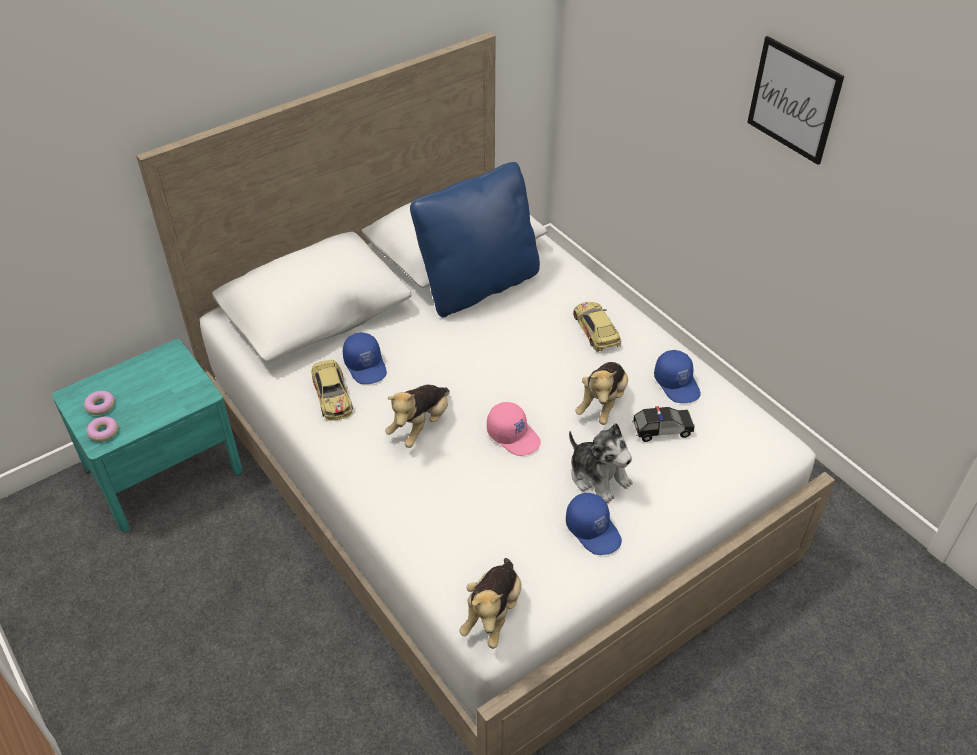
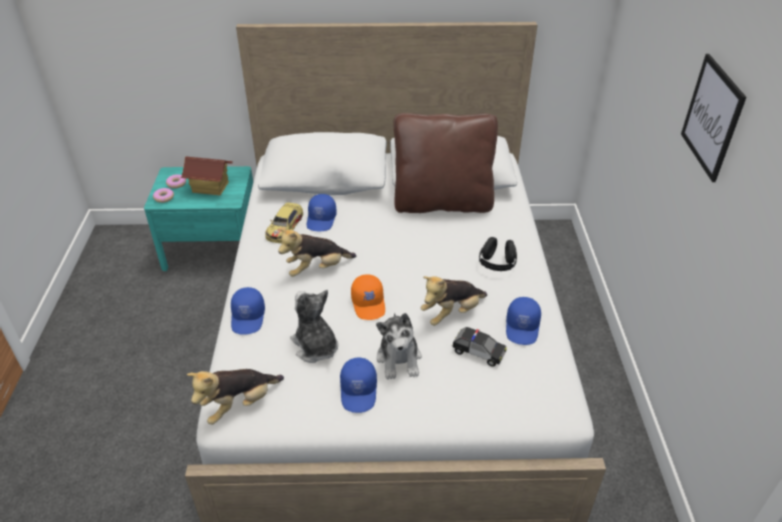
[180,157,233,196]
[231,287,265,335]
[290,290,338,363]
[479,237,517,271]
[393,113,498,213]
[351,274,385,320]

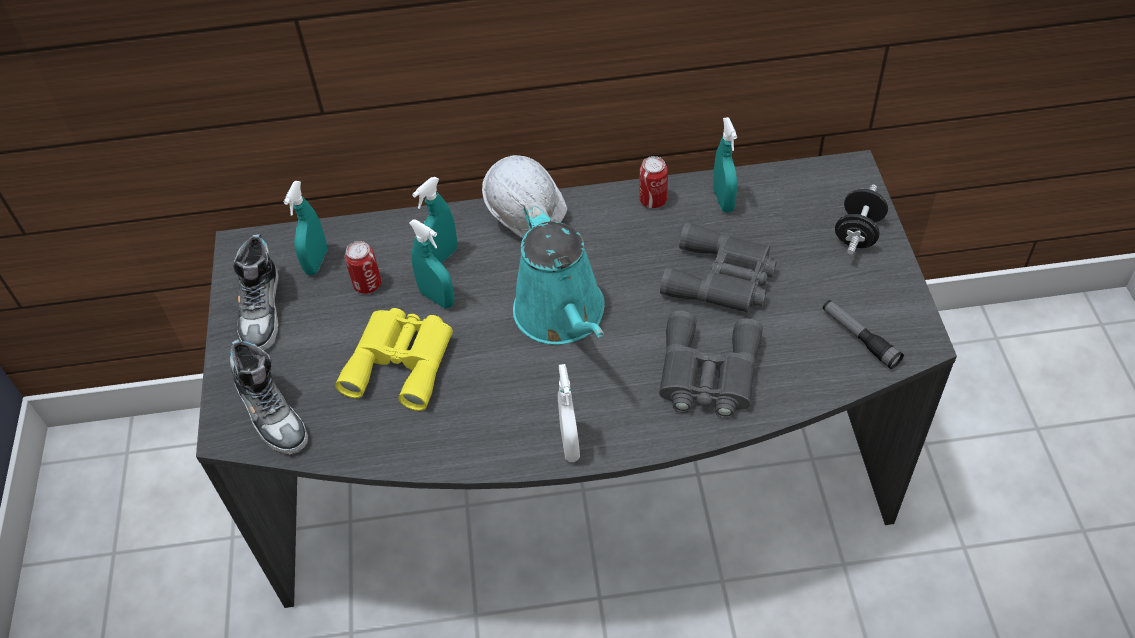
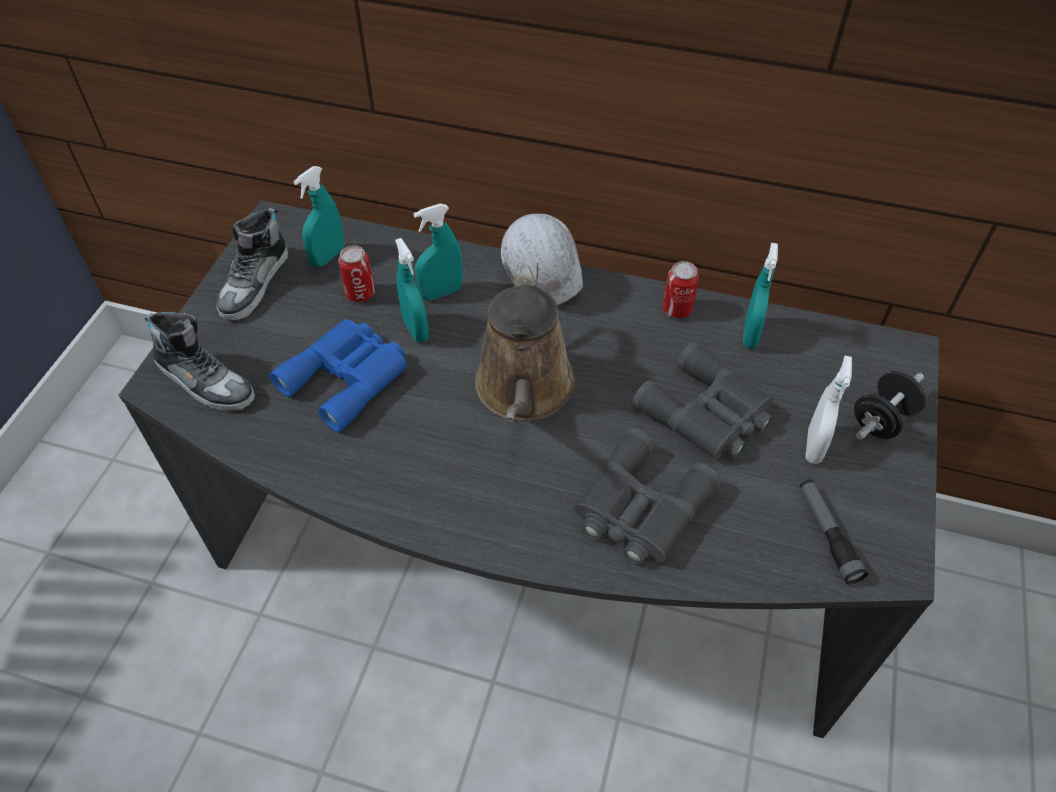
[805,355,852,464]
[269,319,407,432]
[475,262,575,423]
[145,312,255,411]

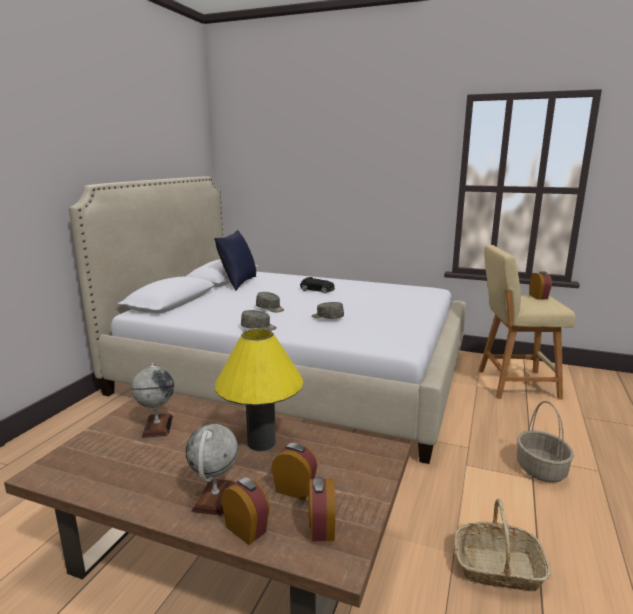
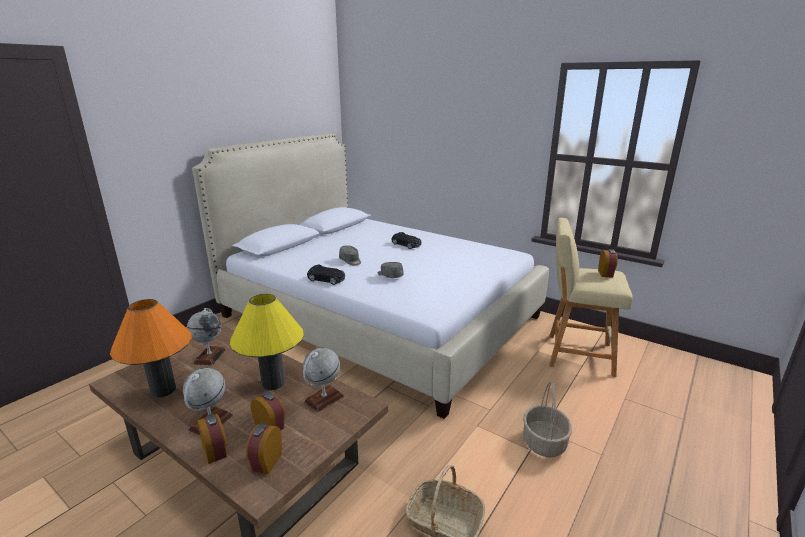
[214,230,256,291] (first image)
[110,299,192,398]
[303,347,344,412]
[307,264,345,285]

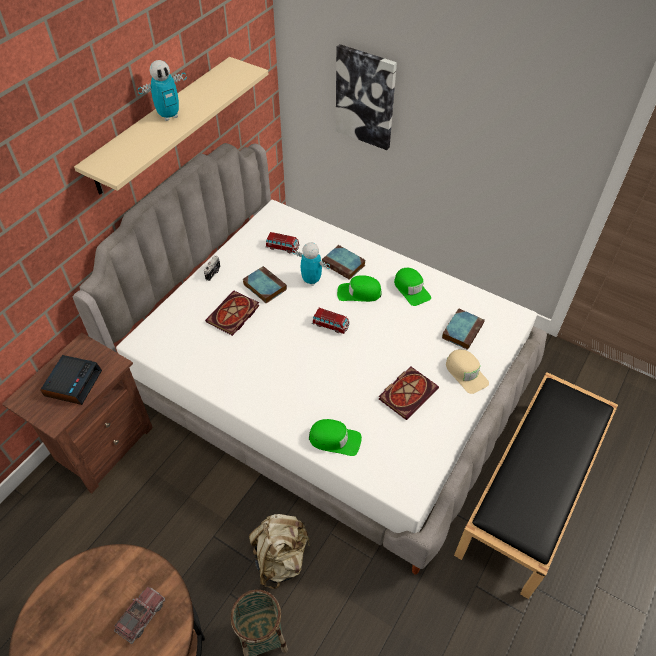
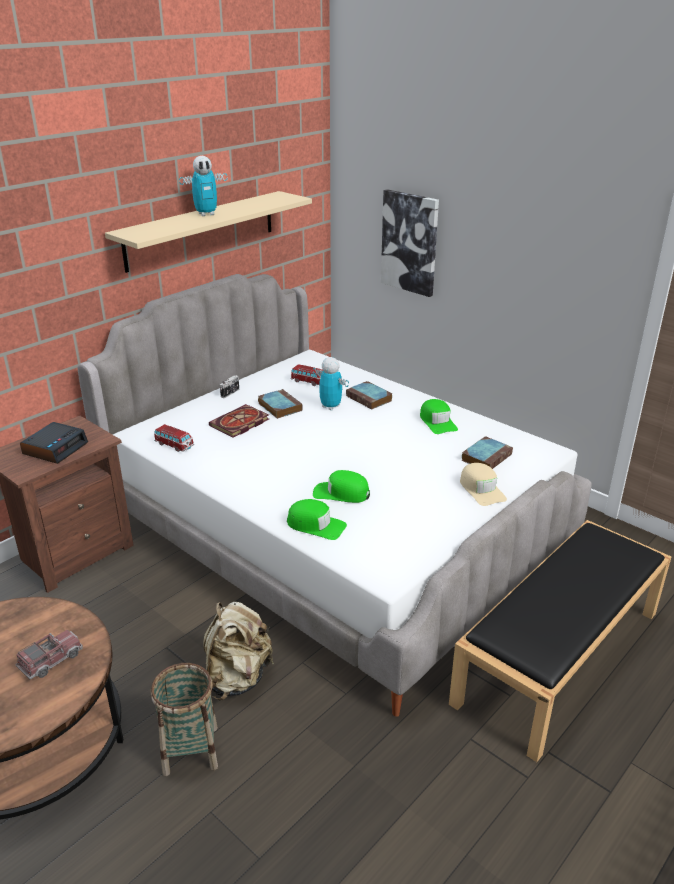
[379,367,439,420] (first image)
[154,424,194,452]
[313,470,370,503]

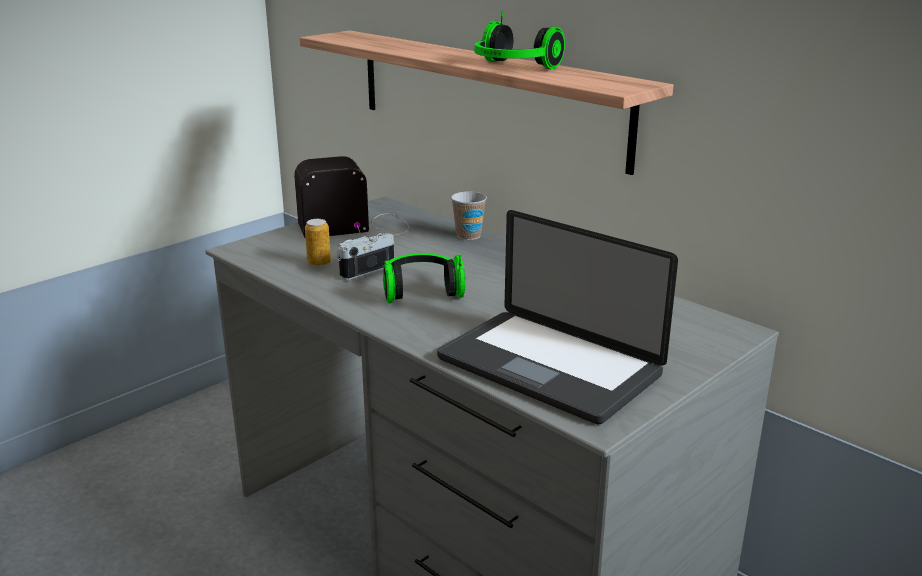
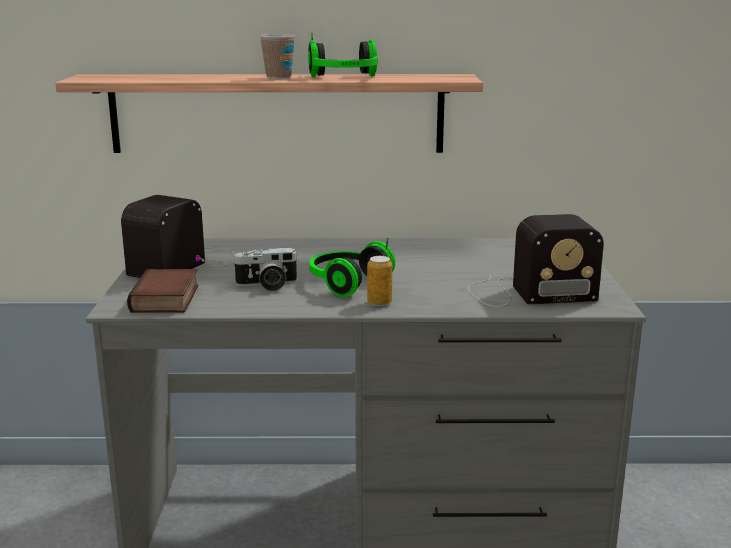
[127,269,198,313]
[367,256,392,306]
[259,34,295,79]
[468,214,604,307]
[232,248,299,291]

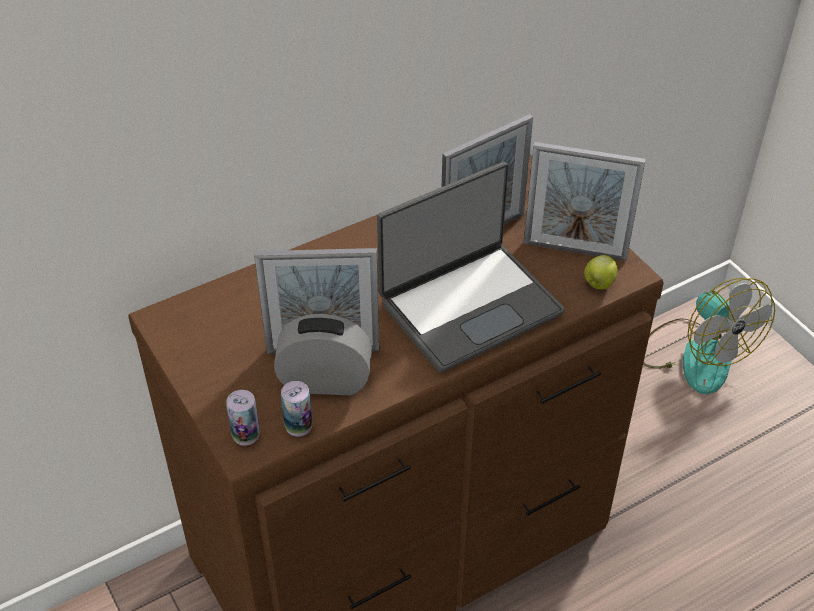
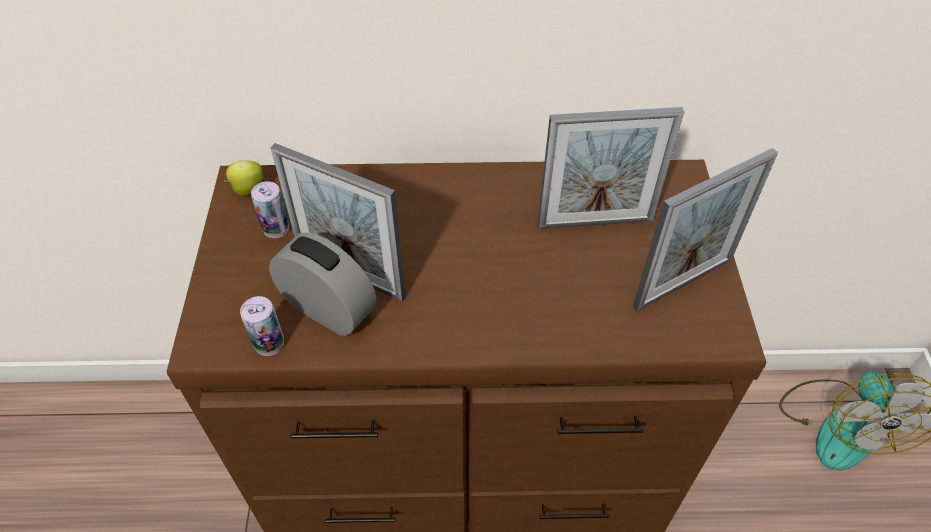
[377,162,565,373] (first image)
[251,181,289,238]
[224,160,264,196]
[633,148,778,311]

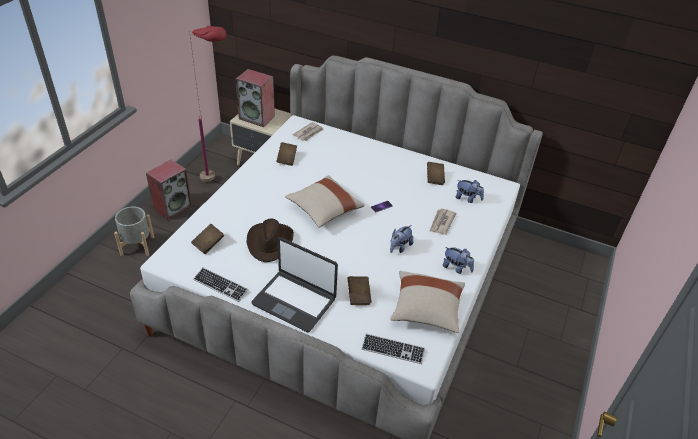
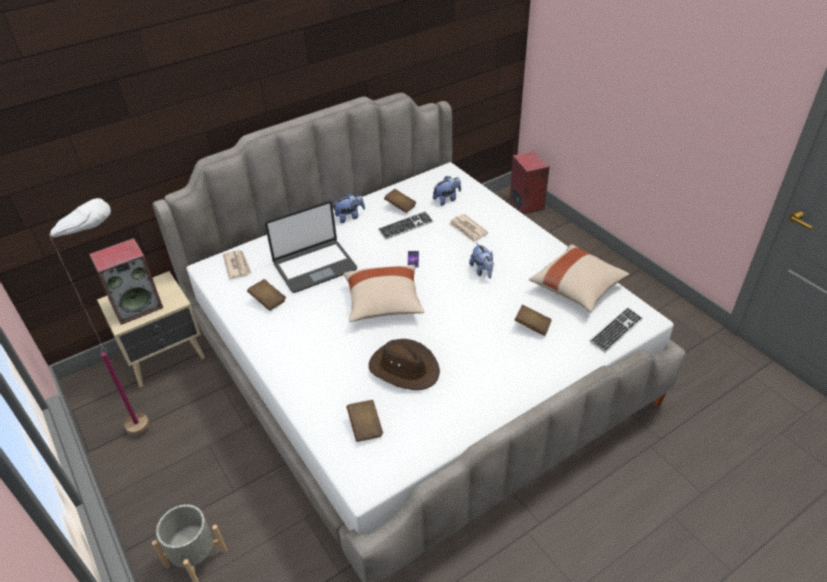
[510,151,550,215]
[378,211,433,240]
[265,201,357,293]
[333,193,365,223]
[49,198,149,435]

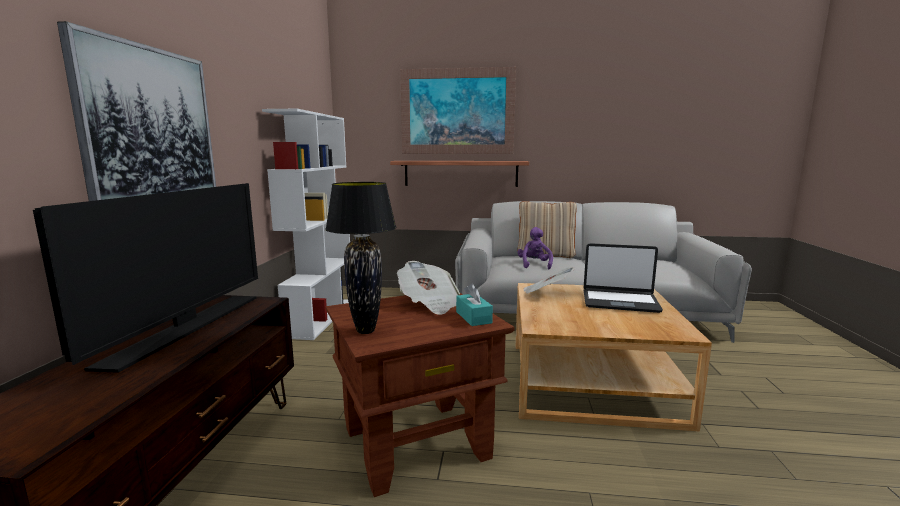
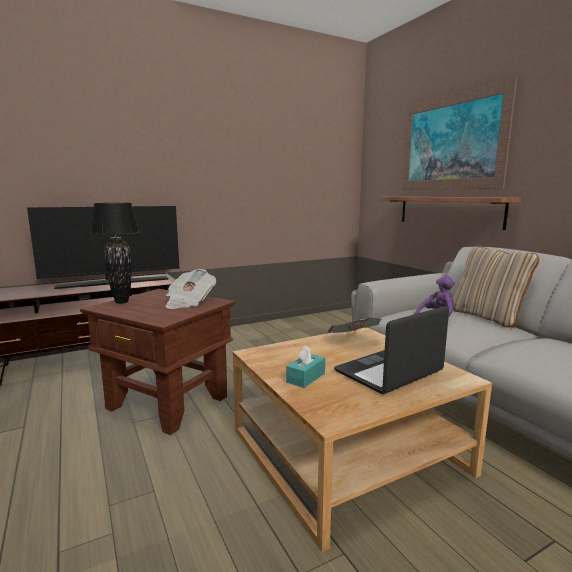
[57,21,216,201] (first image)
[262,109,350,340] (first image)
[286,345,325,388]
[334,306,449,394]

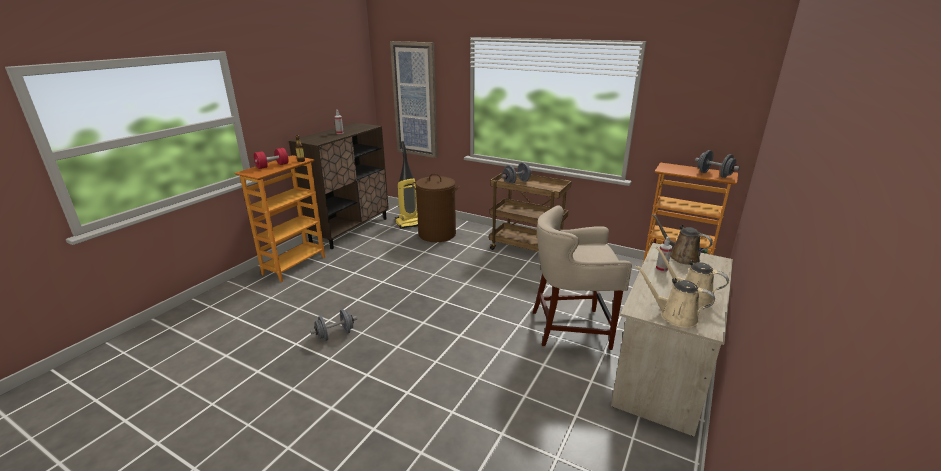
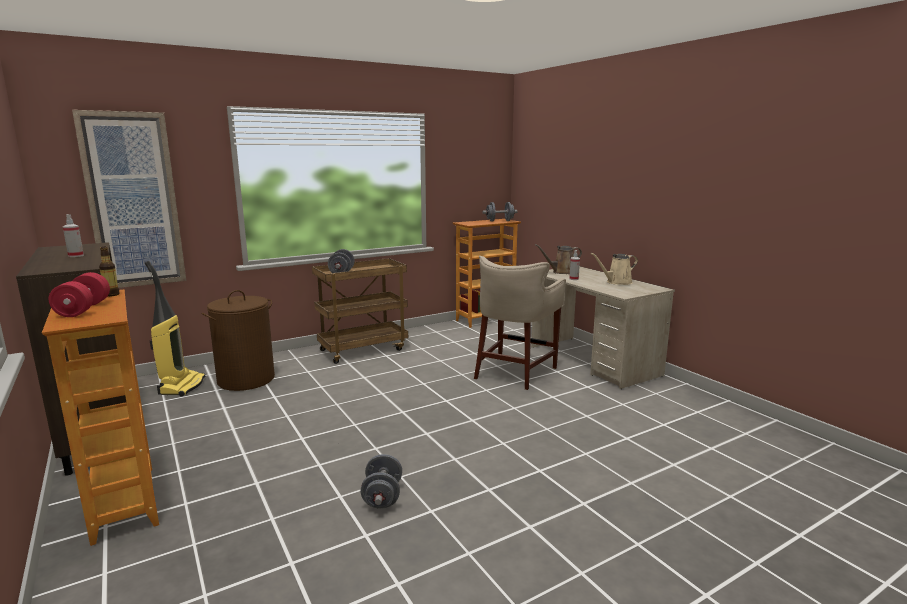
[635,265,715,328] (first image)

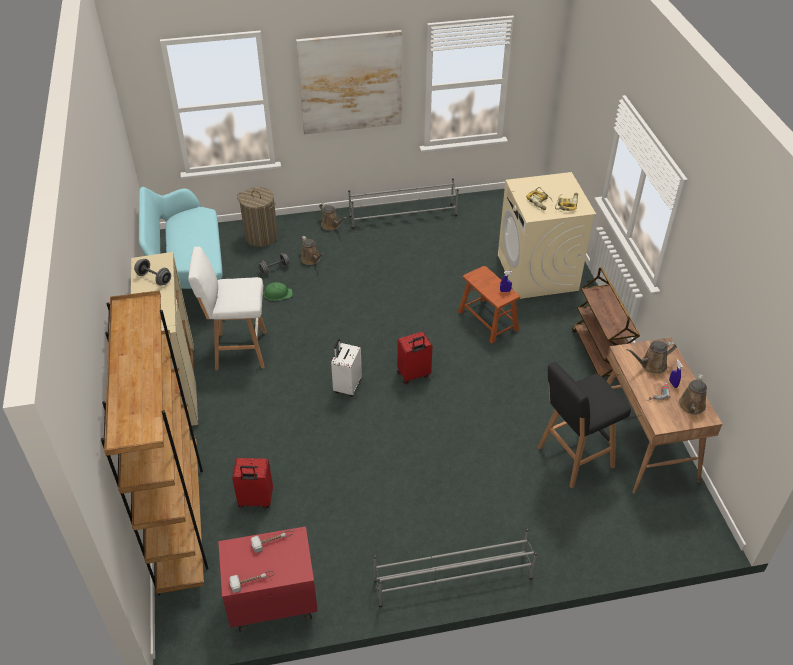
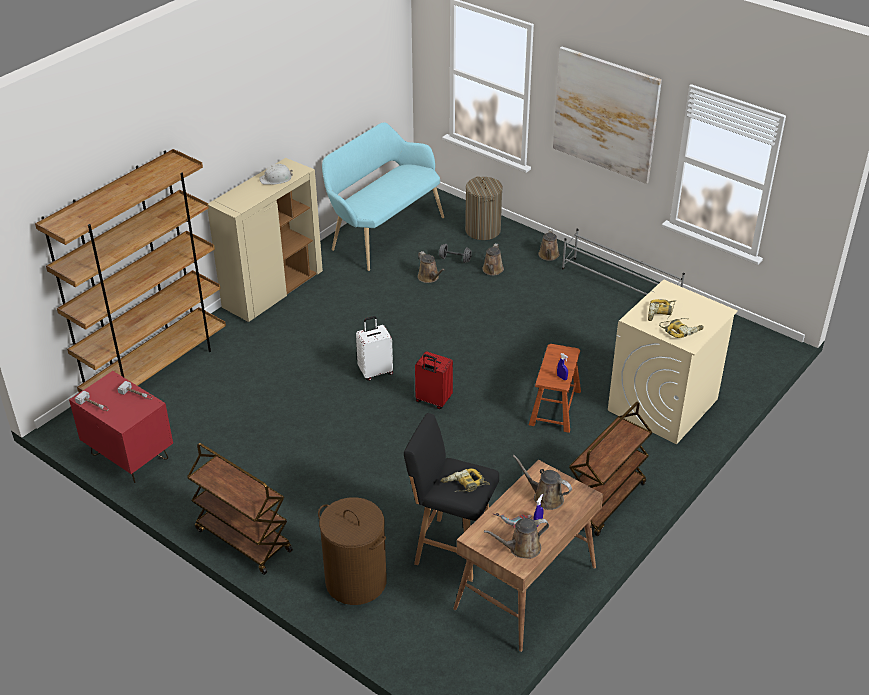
[188,247,267,370] (first image)
[232,458,273,509] (first image)
[318,497,387,605]
[441,469,490,492]
[259,164,293,185]
[418,251,445,283]
[187,443,293,575]

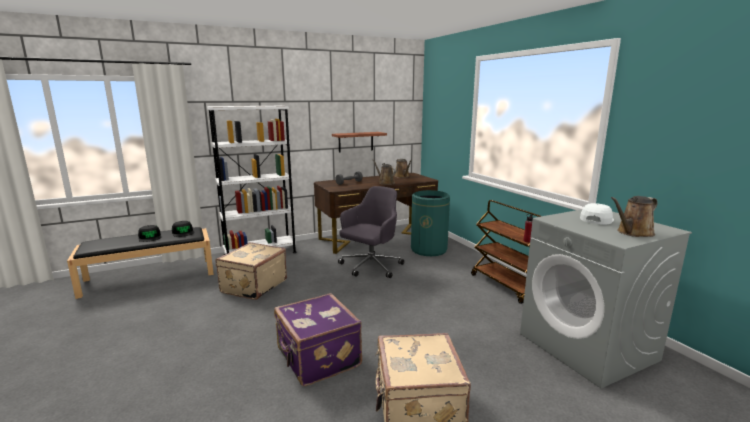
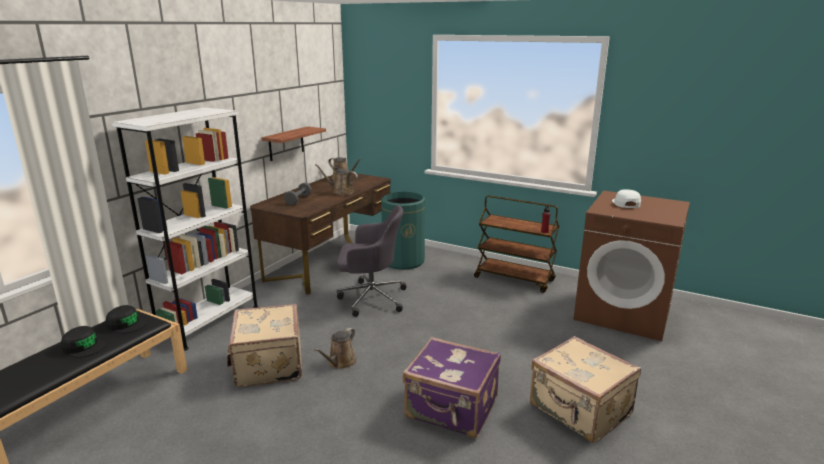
[314,328,357,369]
[573,191,690,341]
[337,205,407,317]

